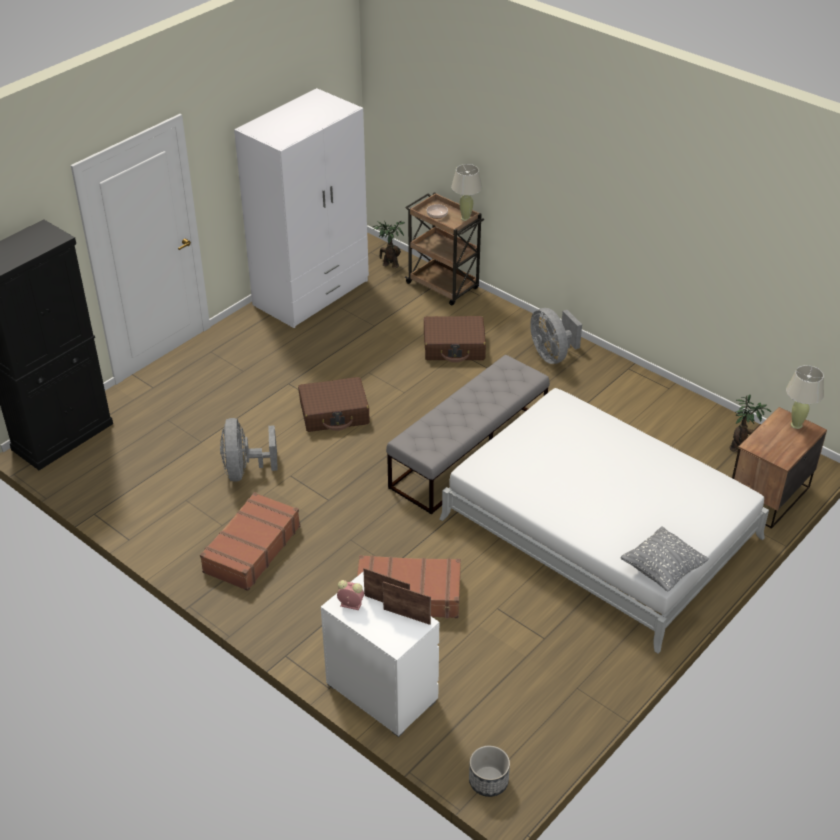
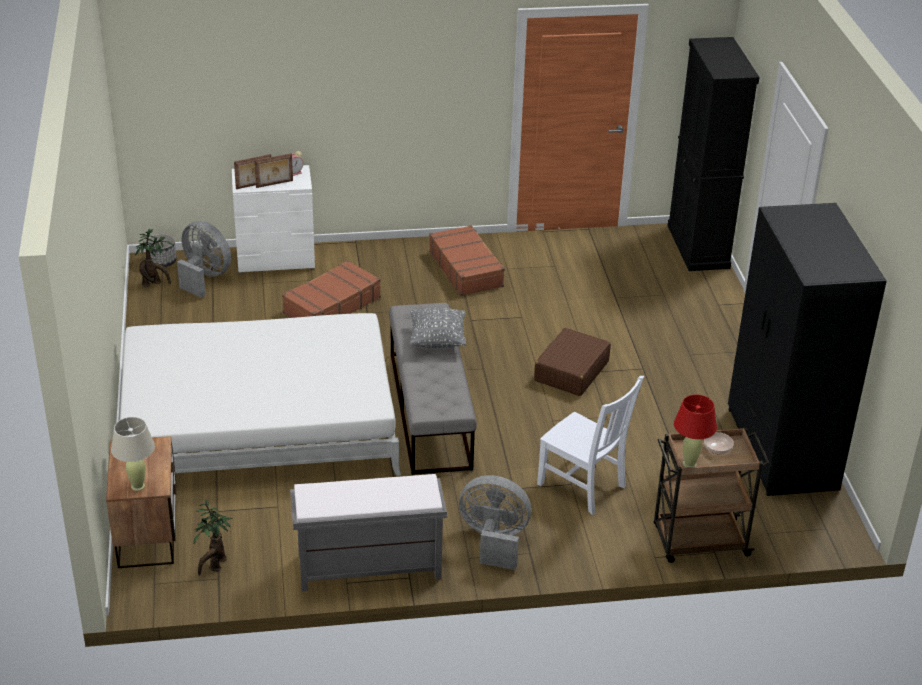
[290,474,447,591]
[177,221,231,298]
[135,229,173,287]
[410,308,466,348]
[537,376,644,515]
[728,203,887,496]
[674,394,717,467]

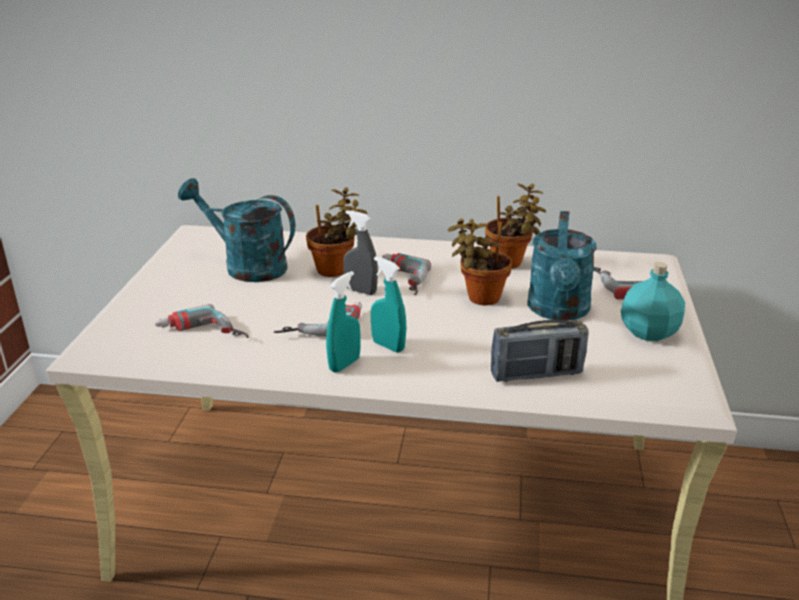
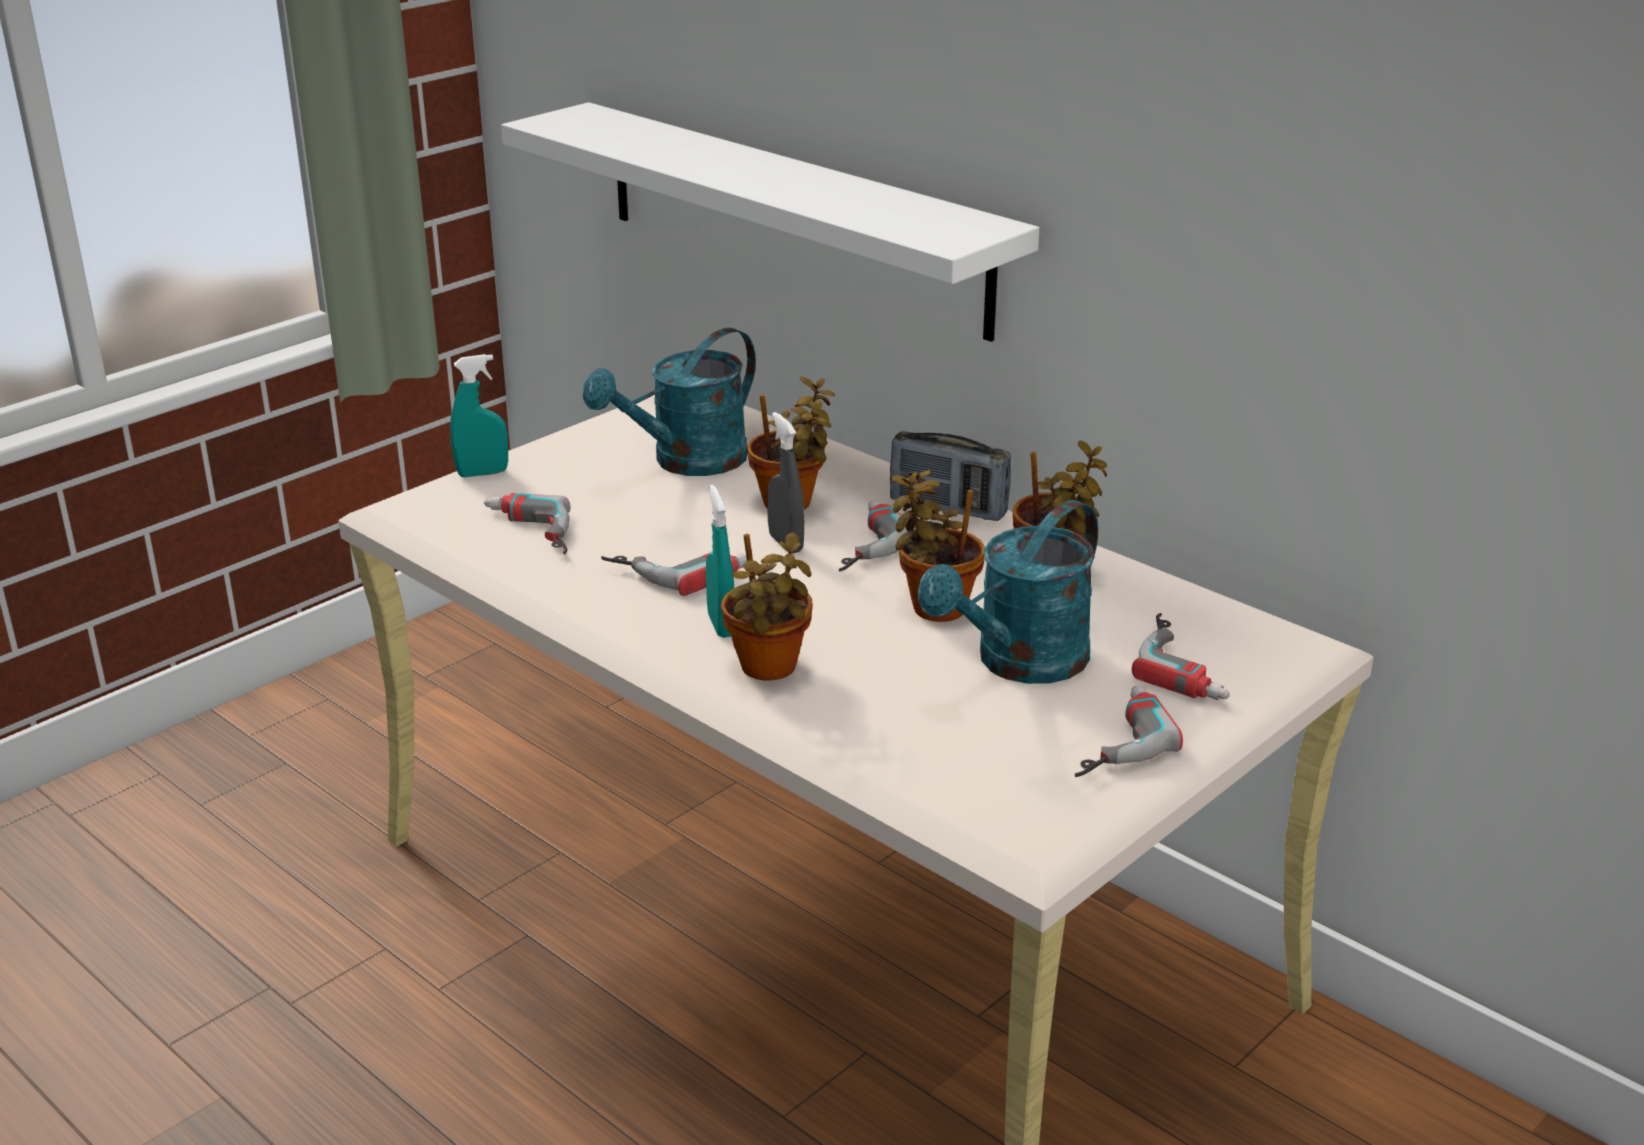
[501,102,1039,342]
[721,532,813,680]
[450,354,508,477]
[890,431,1011,521]
[1075,686,1183,777]
[583,328,756,476]

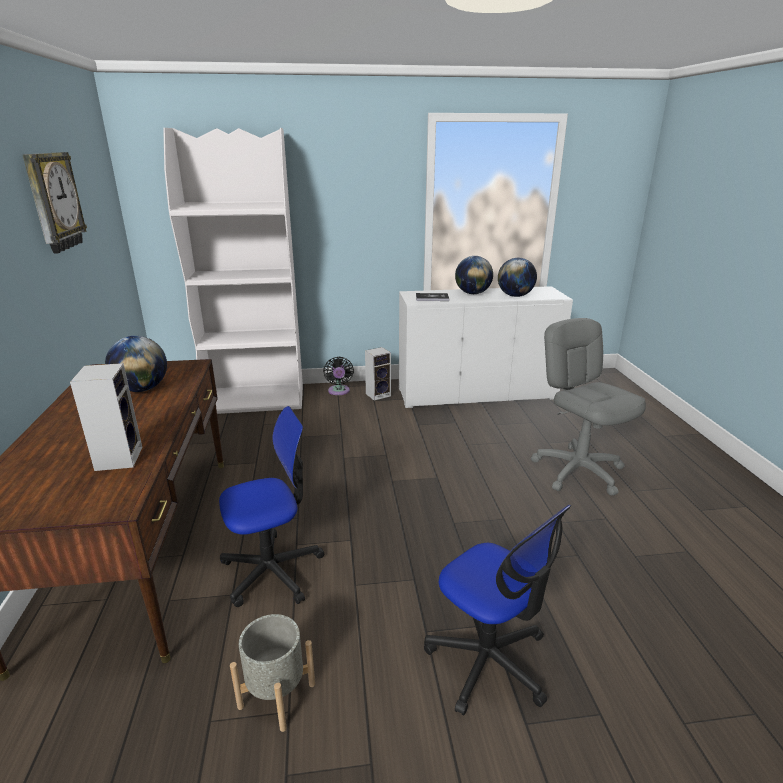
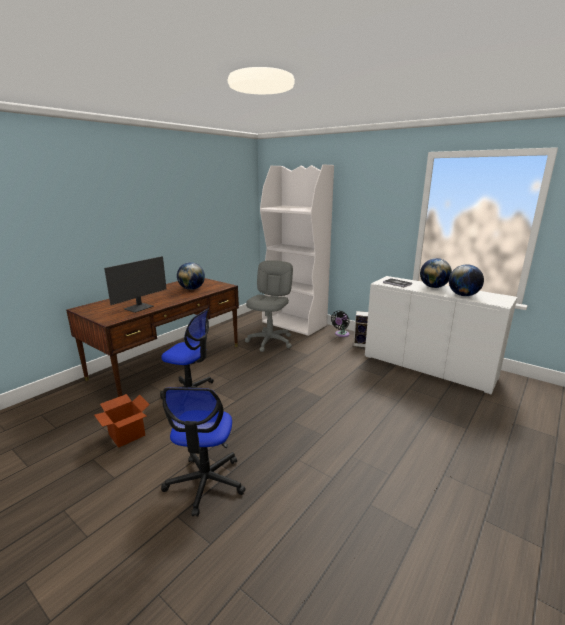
[23,152,87,254] (first image)
[245,260,293,352]
[104,256,167,313]
[94,394,150,448]

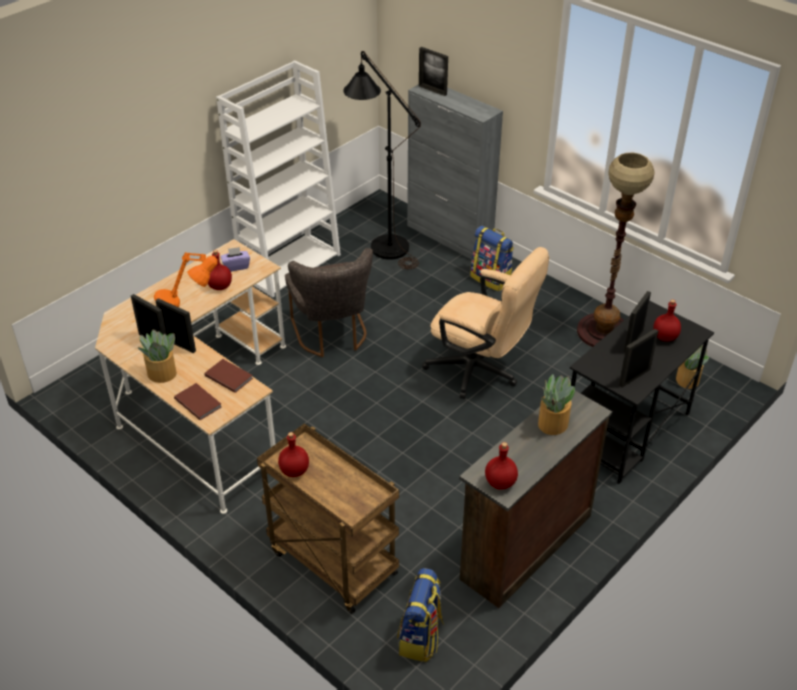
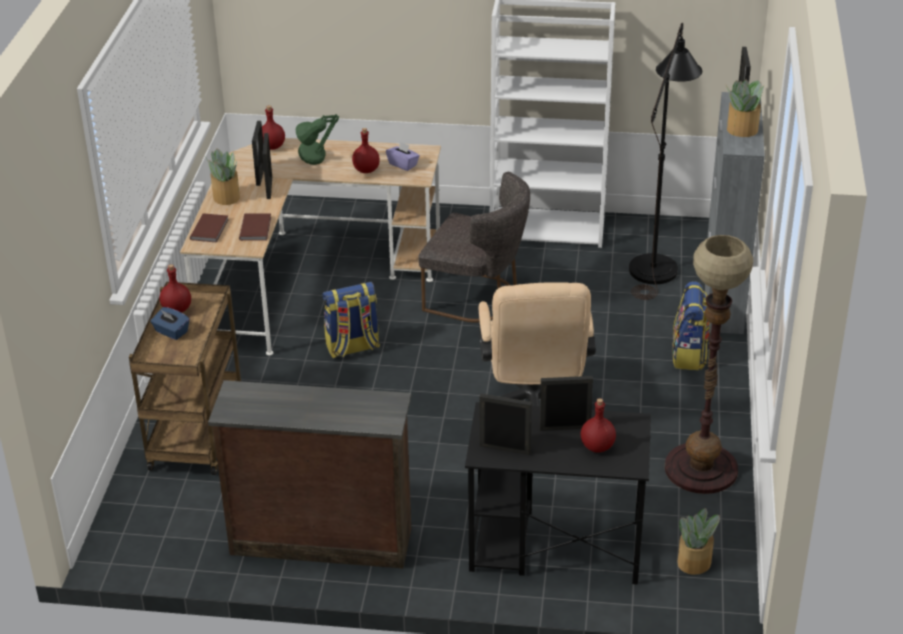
[151,307,189,340]
[322,282,380,358]
[262,105,285,150]
[726,79,764,137]
[296,114,339,165]
[418,172,530,323]

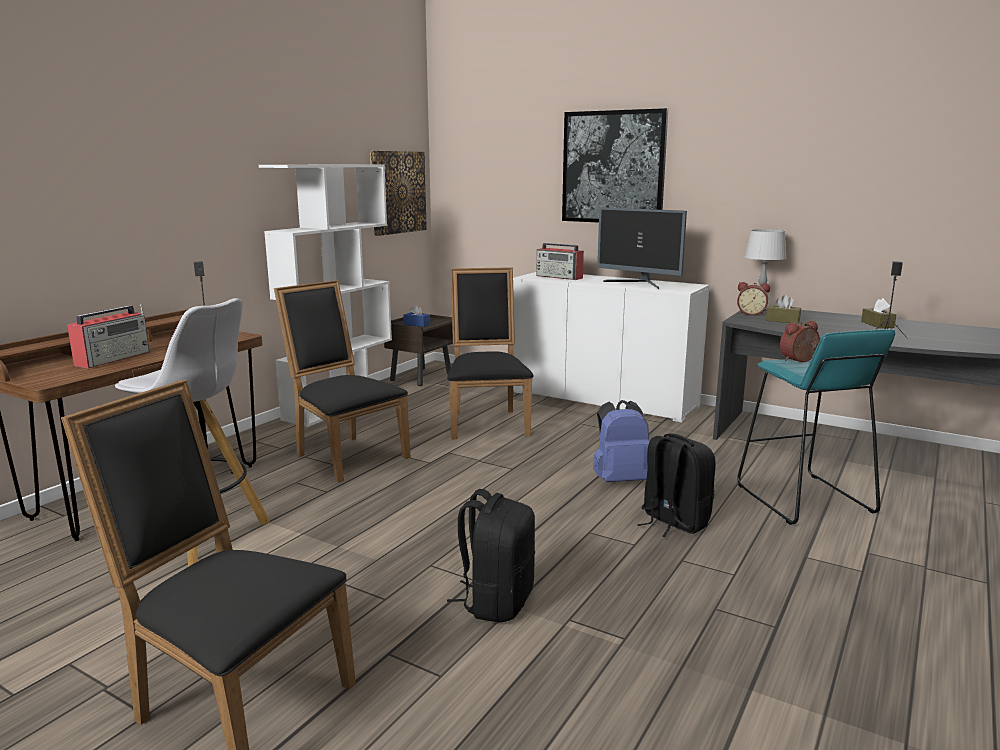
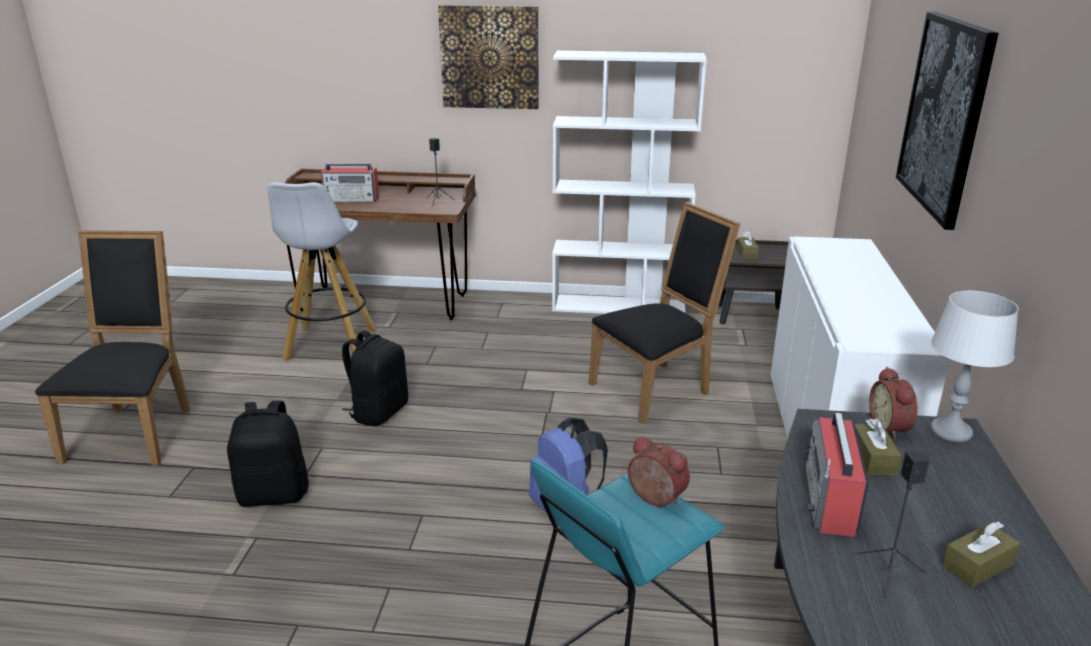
[274,280,411,483] (first image)
[597,207,687,289] (first image)
[438,5,539,109]
[803,413,869,537]
[342,330,408,426]
[737,231,759,259]

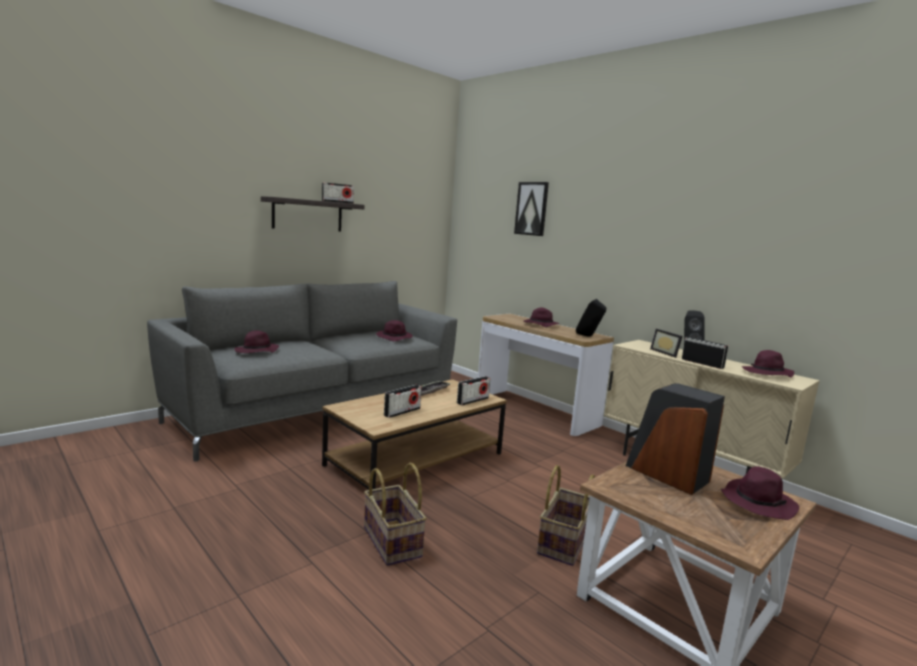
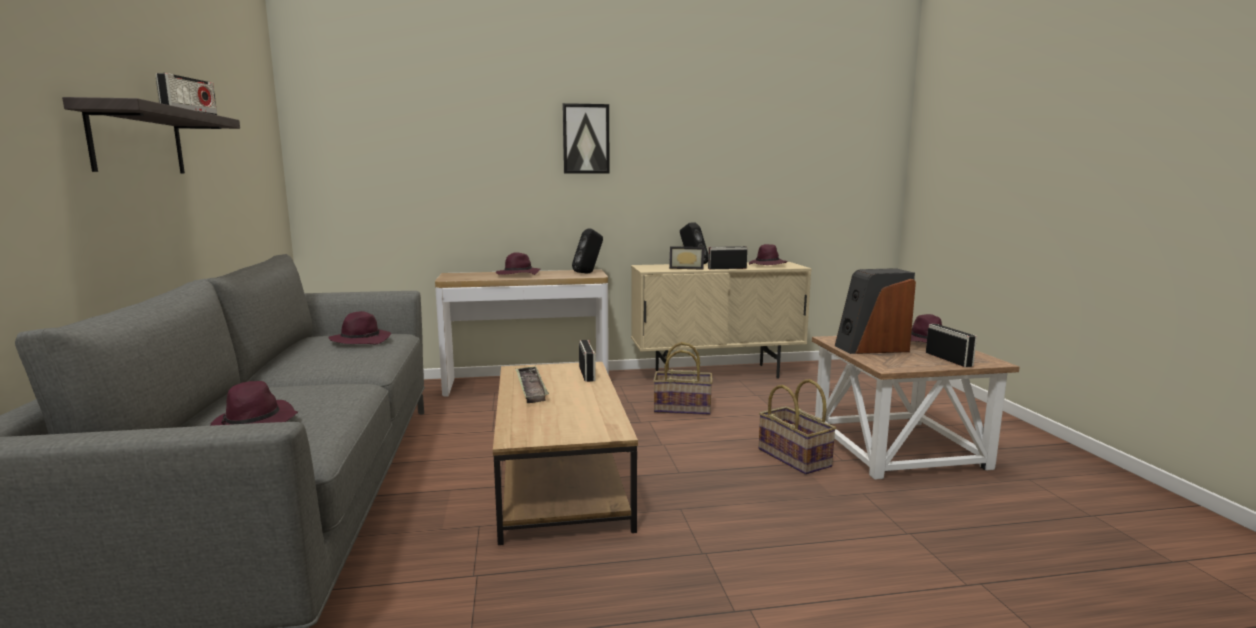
[653,342,713,415]
[926,324,977,367]
[562,103,610,174]

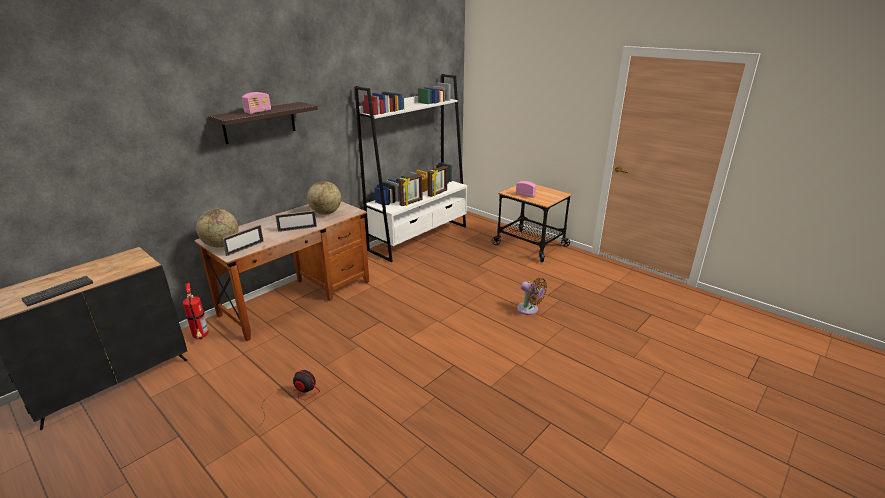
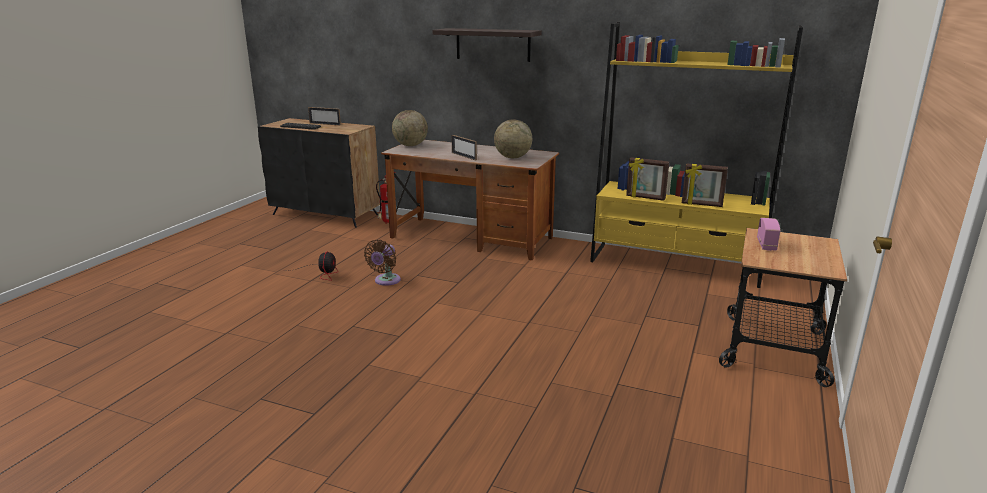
[242,92,271,114] (first image)
[308,107,341,126]
[364,240,401,286]
[590,22,803,288]

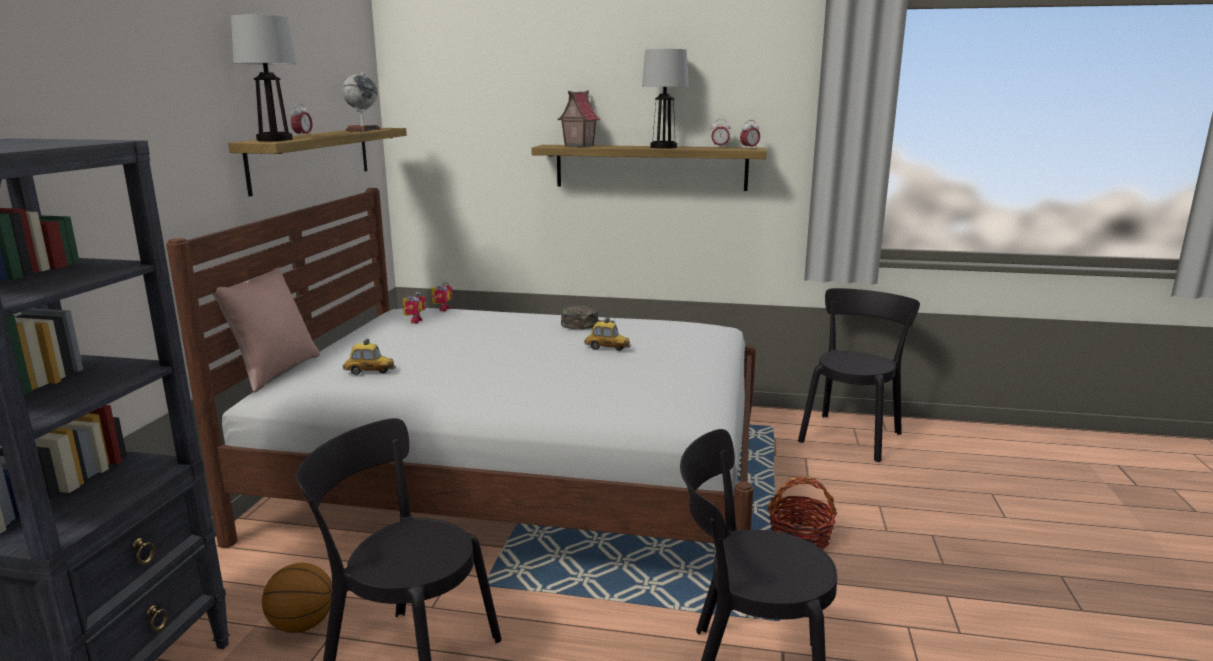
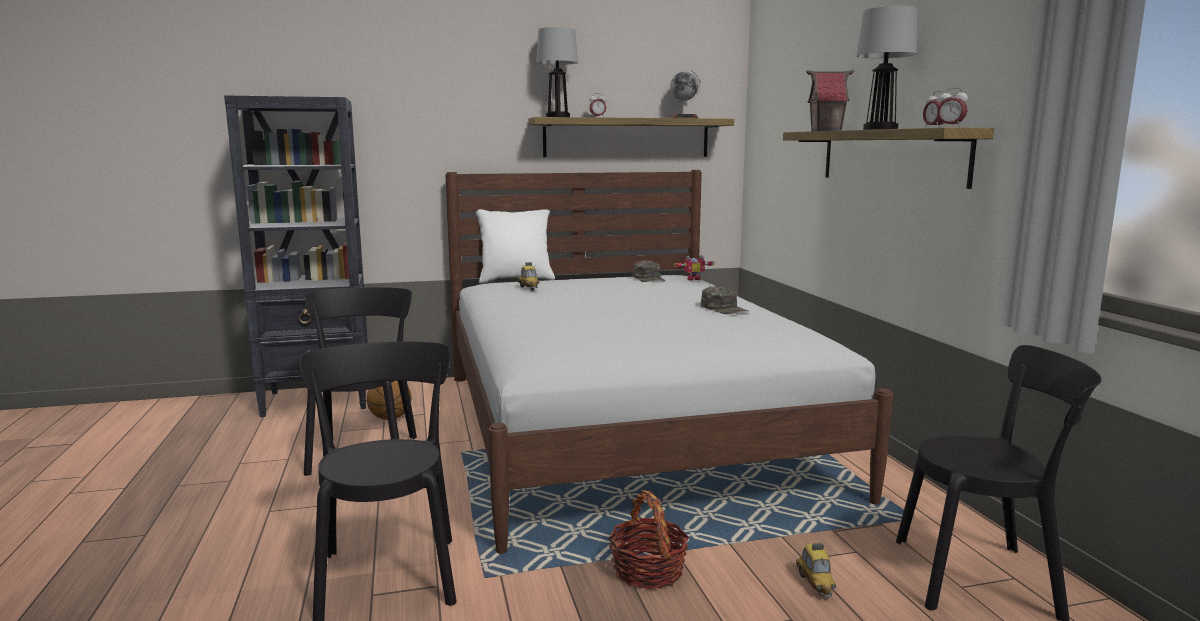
[796,543,836,597]
[633,261,665,282]
[476,209,555,283]

